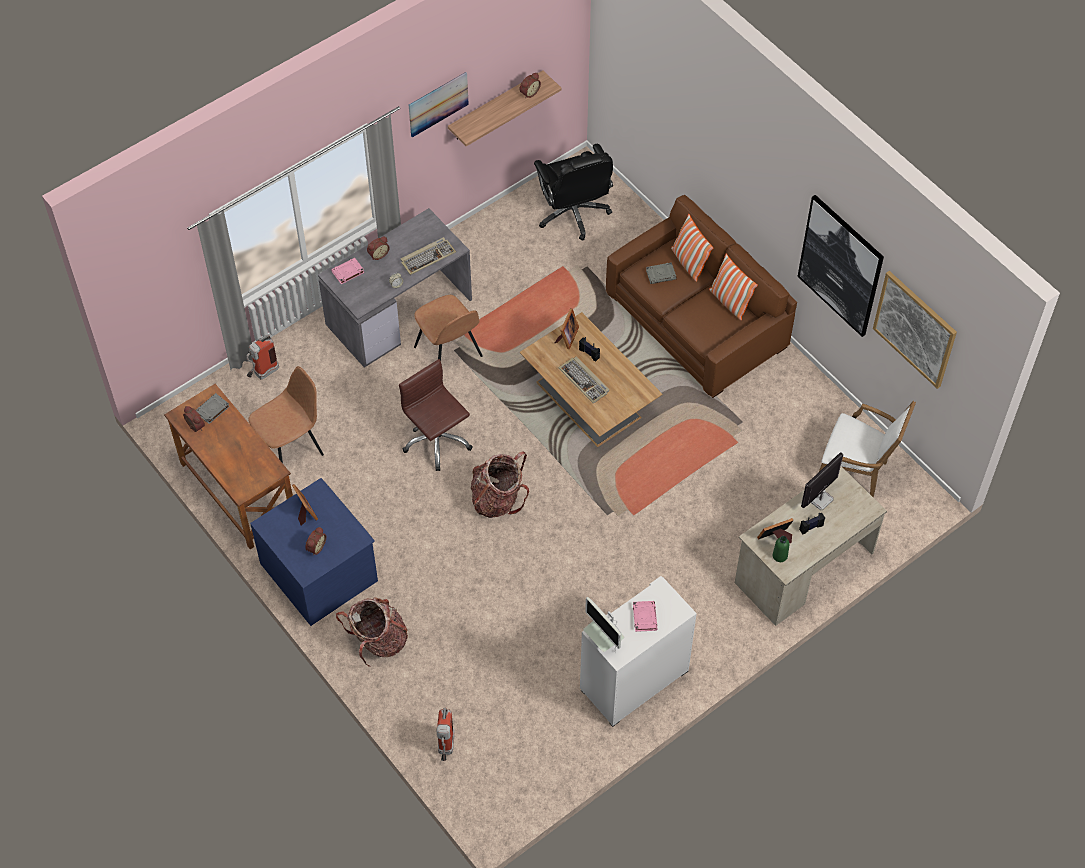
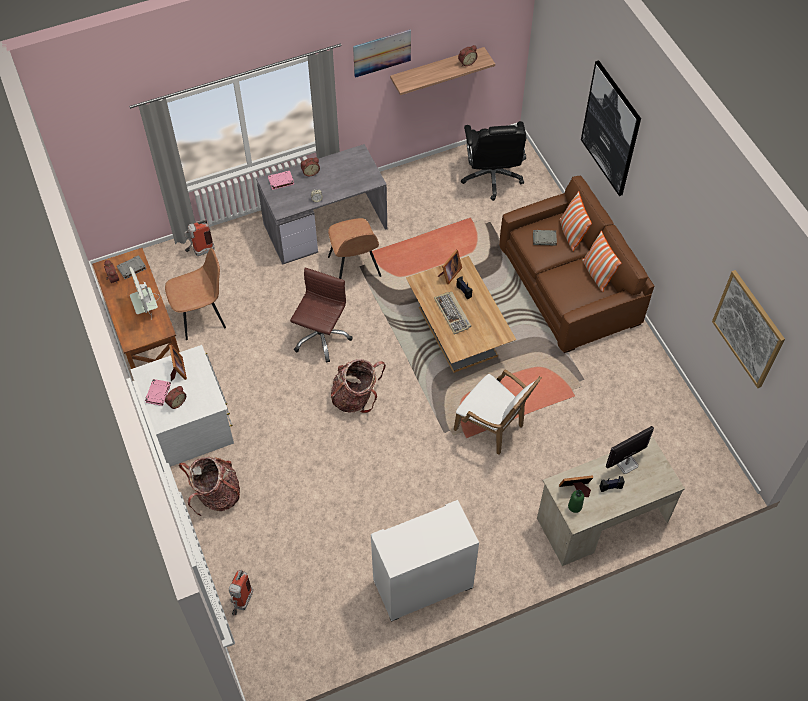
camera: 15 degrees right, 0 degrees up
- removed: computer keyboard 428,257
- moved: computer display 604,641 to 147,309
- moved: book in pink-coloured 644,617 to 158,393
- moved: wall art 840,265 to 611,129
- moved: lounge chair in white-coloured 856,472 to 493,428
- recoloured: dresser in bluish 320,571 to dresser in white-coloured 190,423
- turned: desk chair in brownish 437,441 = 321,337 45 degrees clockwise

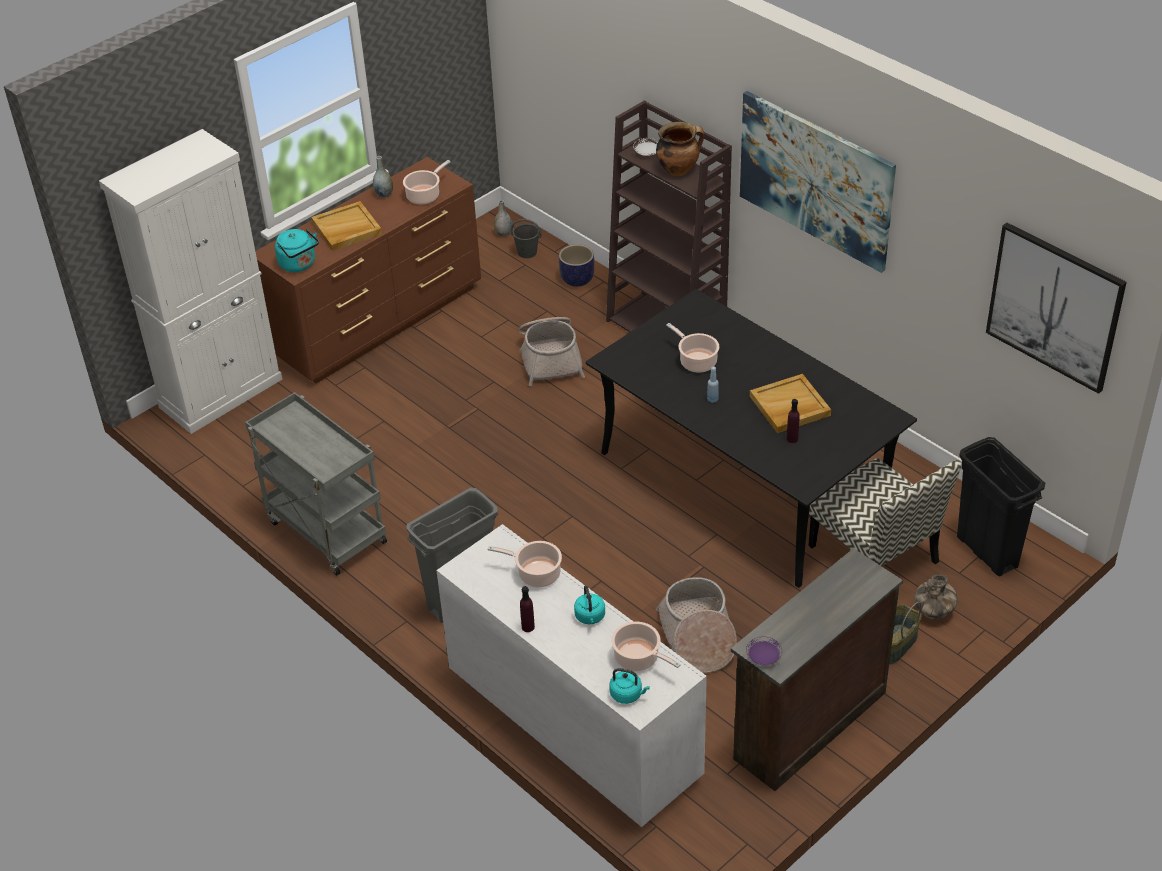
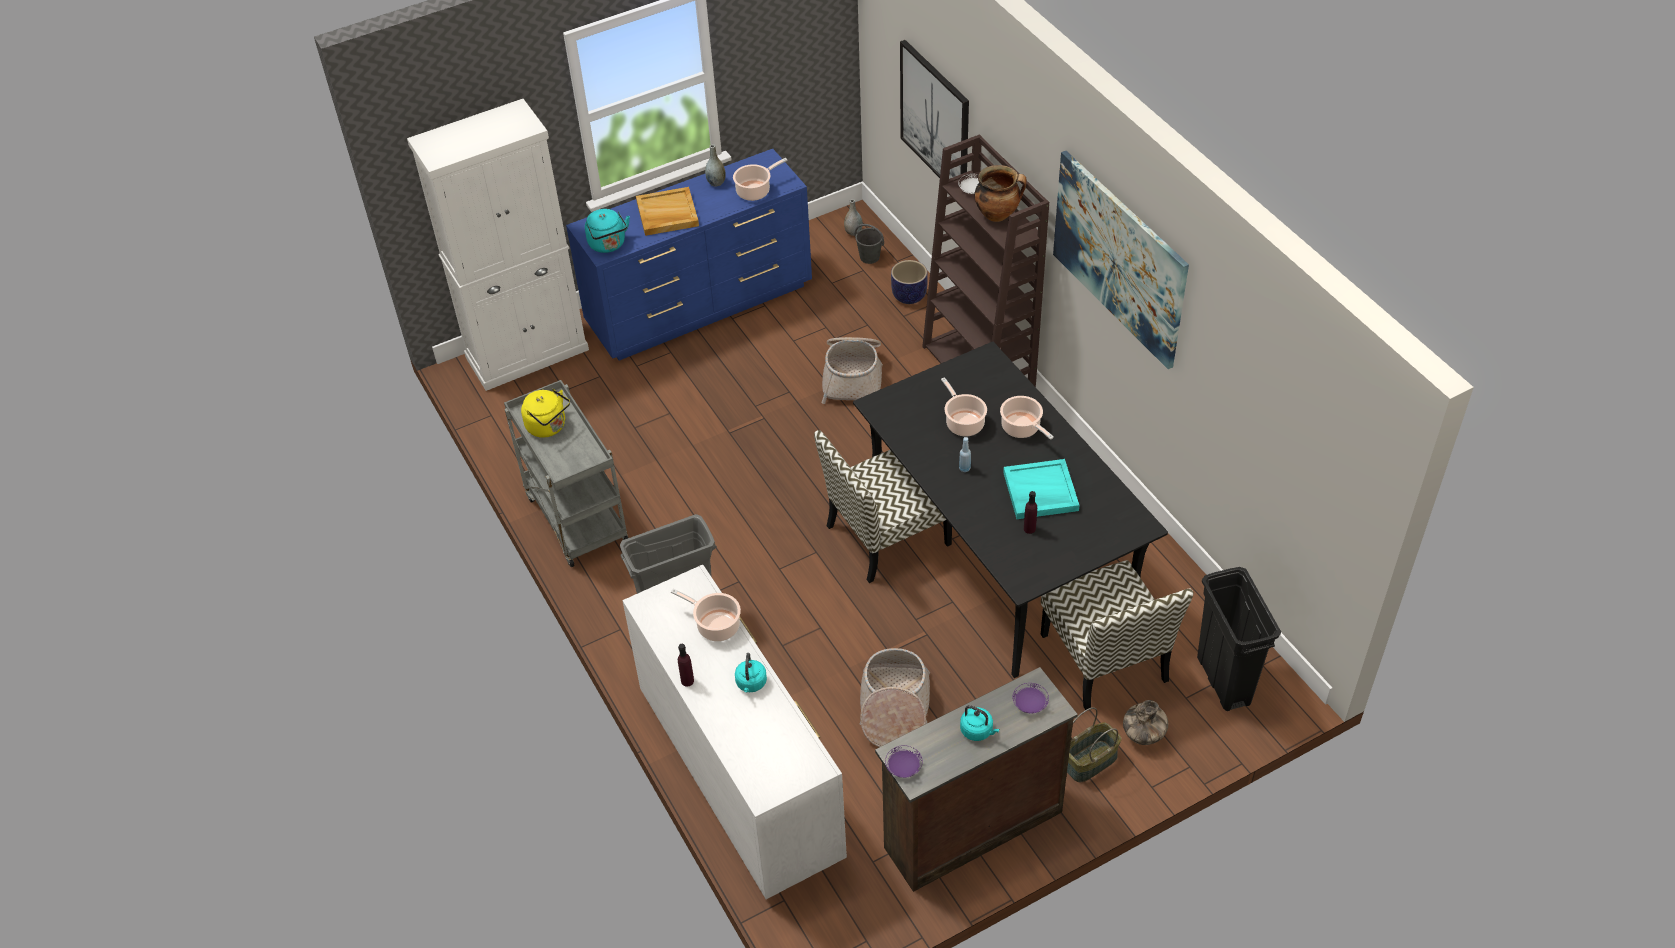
camera: 15 degrees right, 5 degrees up
- added: tea kettle in yellow-coloured 548,427
- added: upright chair 886,536
- added: plate in purple-coloured 1030,704
- moved: tea kettle in blue-green 627,694 to 978,731
- moved: stockpot 639,658 to 1022,428
- moved: wall art 1054,306 to 935,119
- recoloured: dresser in brownish 379,321 to dresser in bluish 701,306
- recoloured: serving tray in sand-coloured 789,406 to serving tray in blue-green 1040,492

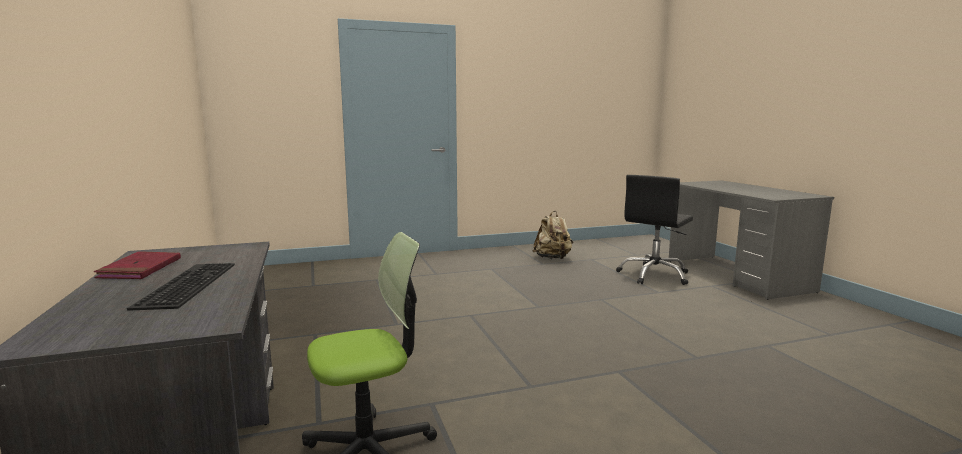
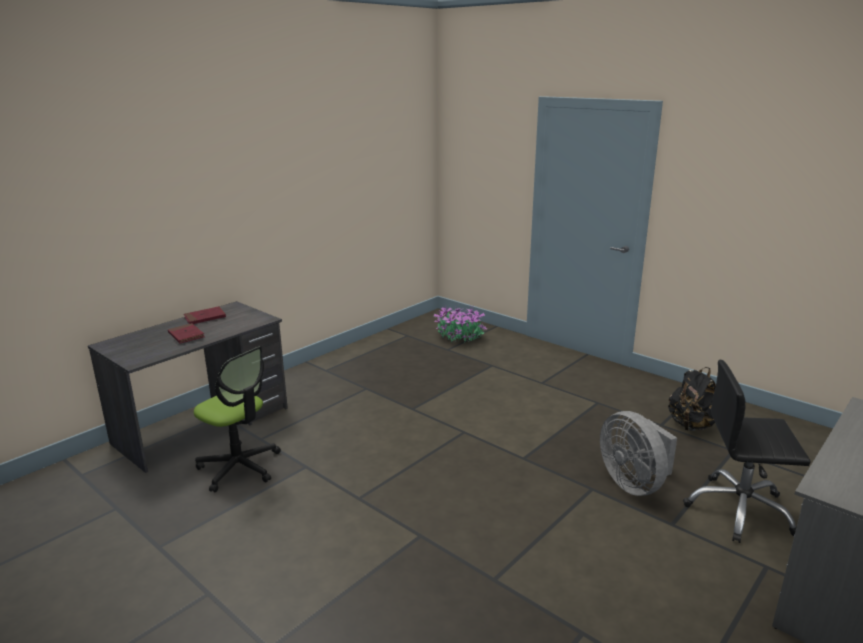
camera: 60 degrees right, 10 degrees up
- added: houseplant 460,338
- added: fan in greyish 634,483
- replaced: computer keyboard 186,284 to book in red-coloured 186,335
- recoloured: rucksack in sand-coloured 553,258 to rucksack in blackish 691,425

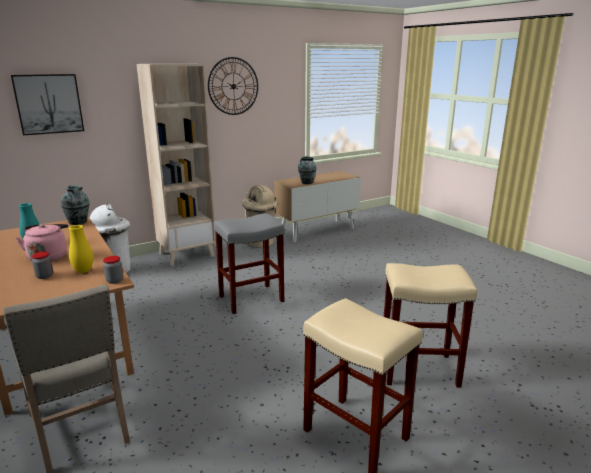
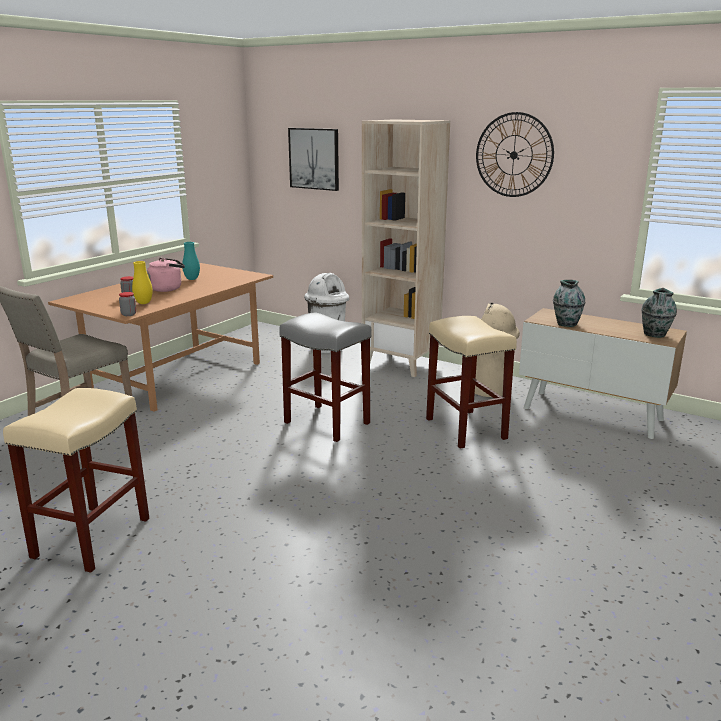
camera: 65 degrees right, 0 degrees up
- moved: decorative vase 78,222 to 654,335
- moved: sitting stool in sand-coloured 417,369 to 464,428

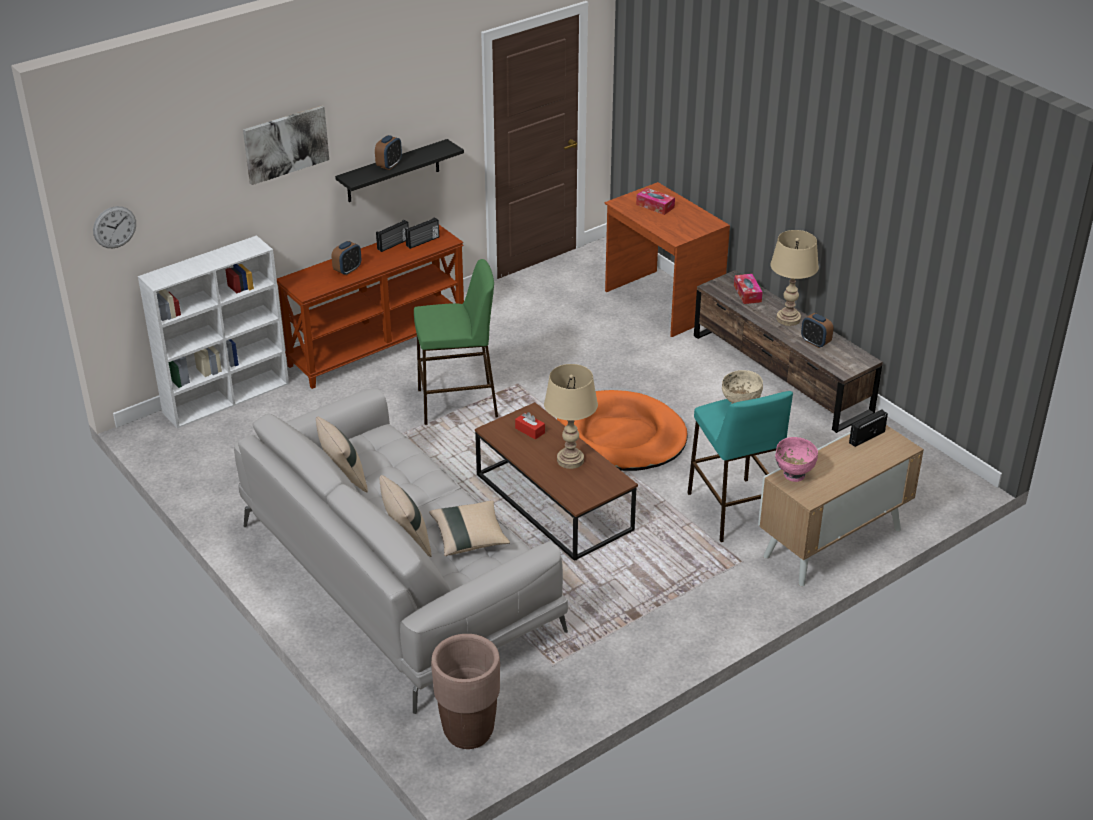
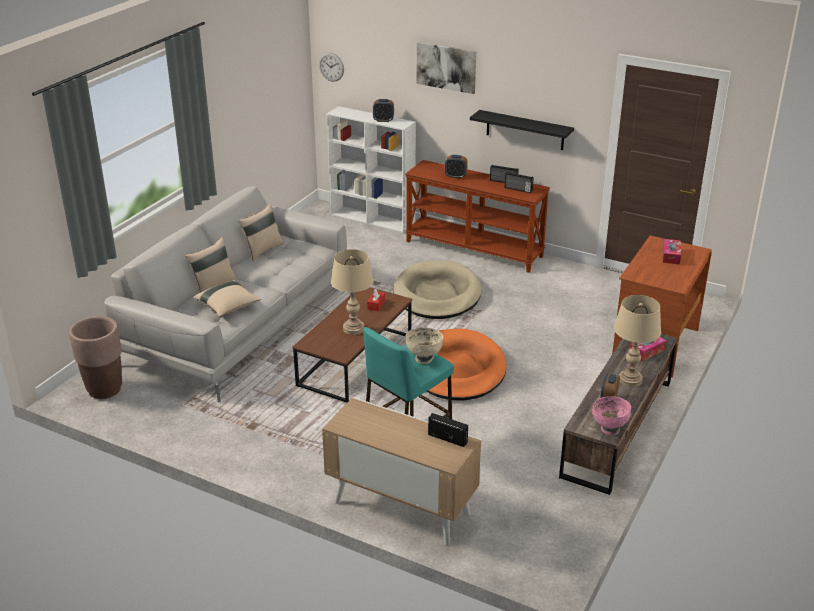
camera: 65 degrees right, 5 degrees down
- moved: bedside clock 389,165 to 383,120
- moved: deep dish in pink-coloured 793,475 to 609,429
- replaced: sitting stool in green-coloured 458,403 to dog bed in sand-coloured 437,295

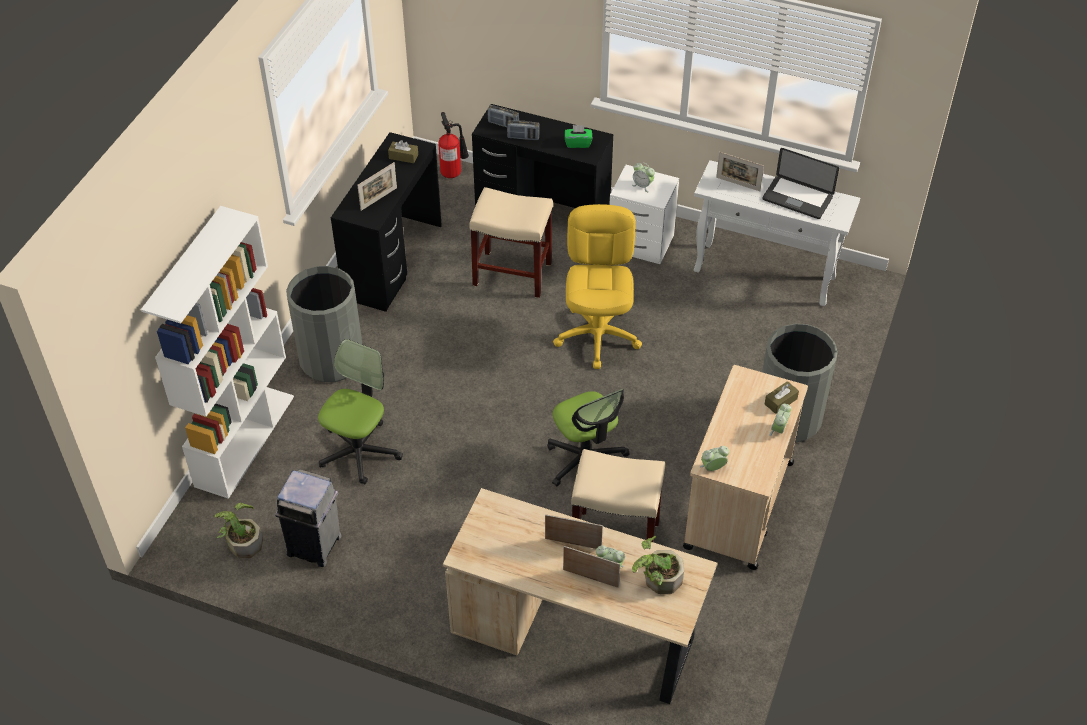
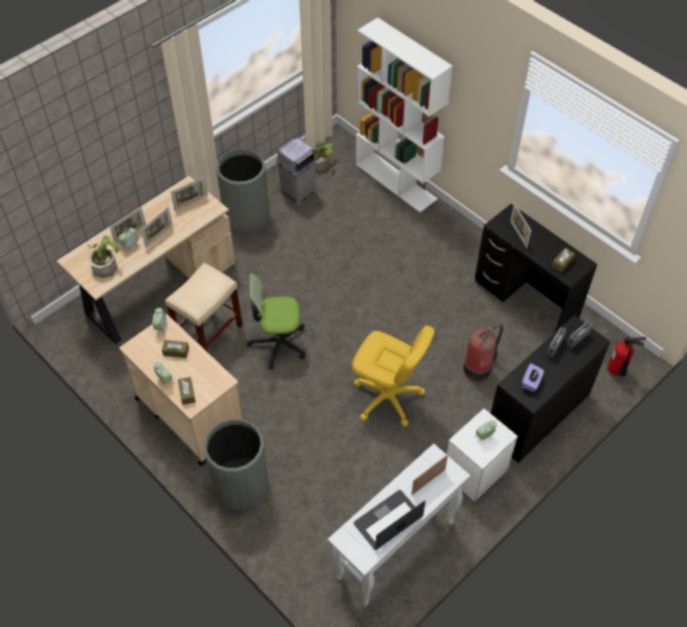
camera: 115 degrees right, 5 degrees up
- removed: desk chair 359,451
- added: box of tissues in brownish 176,351
- added: standing frame 191,202
- moved: trash can in greyish 331,359 to 247,217
- replaced: sitting stool in sand-coloured 511,274 to fire extinguisher 479,368
- recoloured: box of tissues in green-coloured 578,143 to box of tissues in purple-coloured 531,382

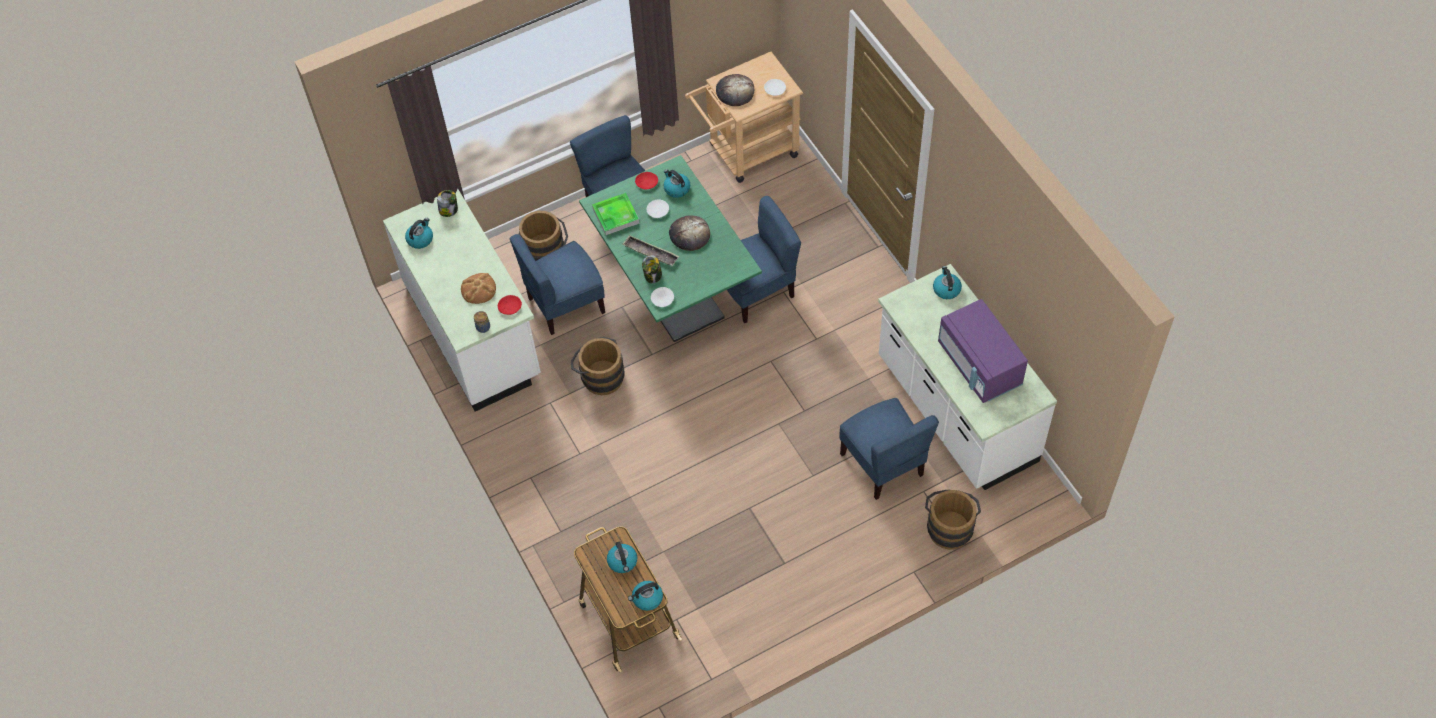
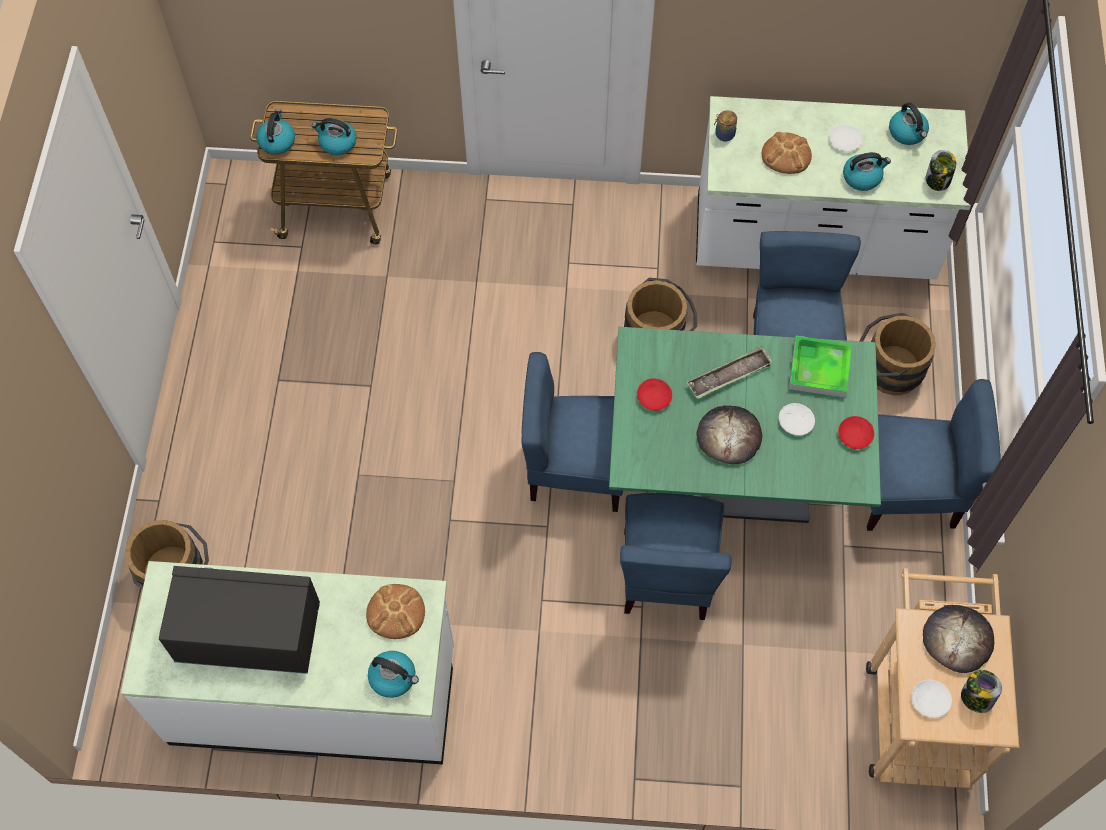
camera: 120 degrees right, 5 degrees up
- added: baked bread 395,612
- moved: plate in red-coloured 509,307 to 654,396
- moved: storage jar 653,276 to 976,697
- moved: plate in white-coloured 662,298 to 845,141
- moved: tea kettle 676,188 to 862,177
- moved: upright chair in bluish 883,464 to 576,469
- recoloured: kitchen microwave in purple-coloured 979,365 to kitchen microwave in blackish 248,633

